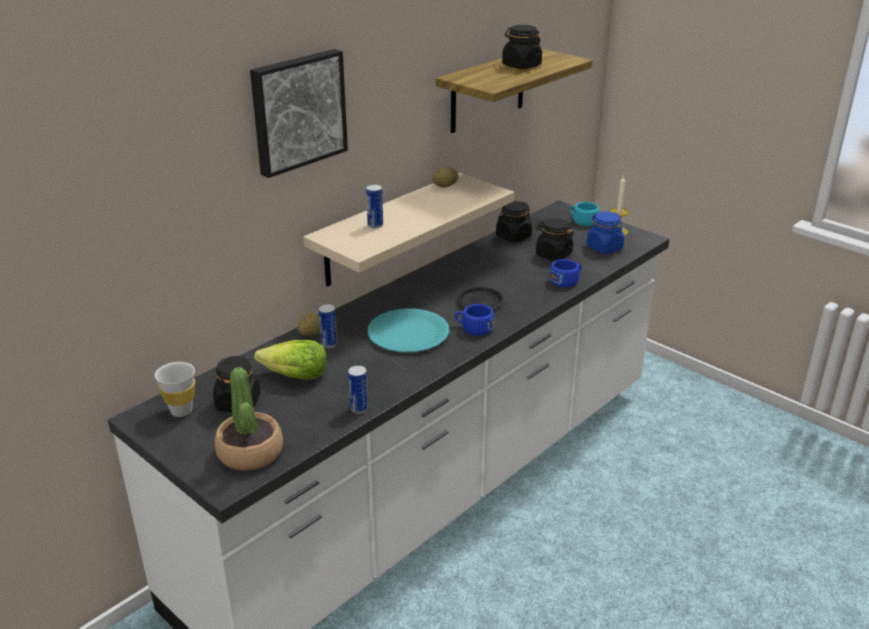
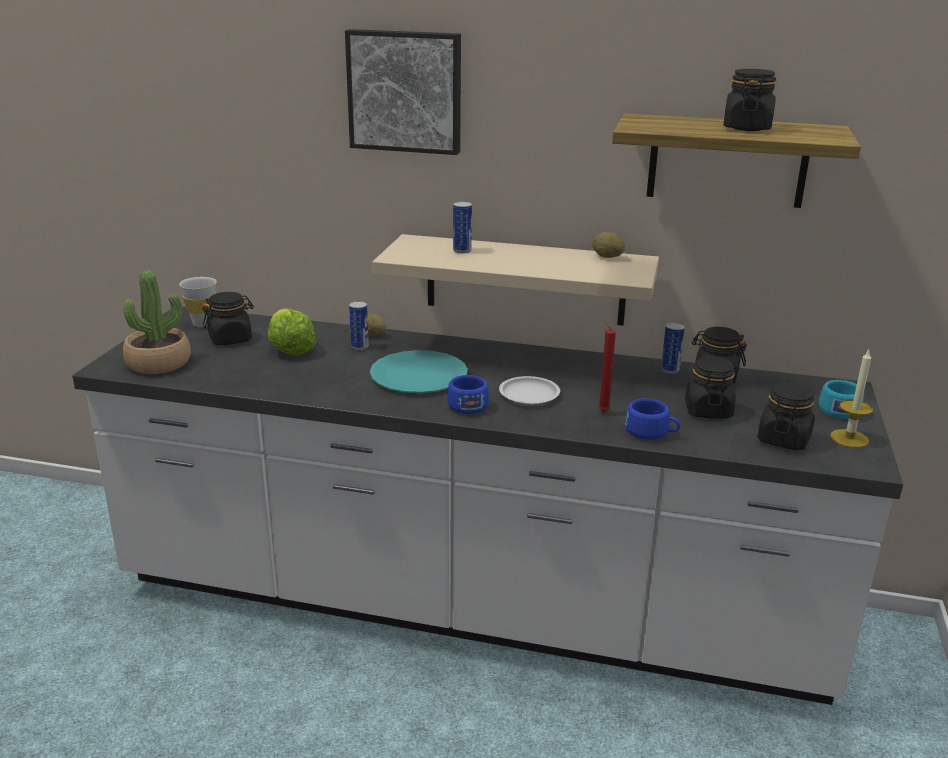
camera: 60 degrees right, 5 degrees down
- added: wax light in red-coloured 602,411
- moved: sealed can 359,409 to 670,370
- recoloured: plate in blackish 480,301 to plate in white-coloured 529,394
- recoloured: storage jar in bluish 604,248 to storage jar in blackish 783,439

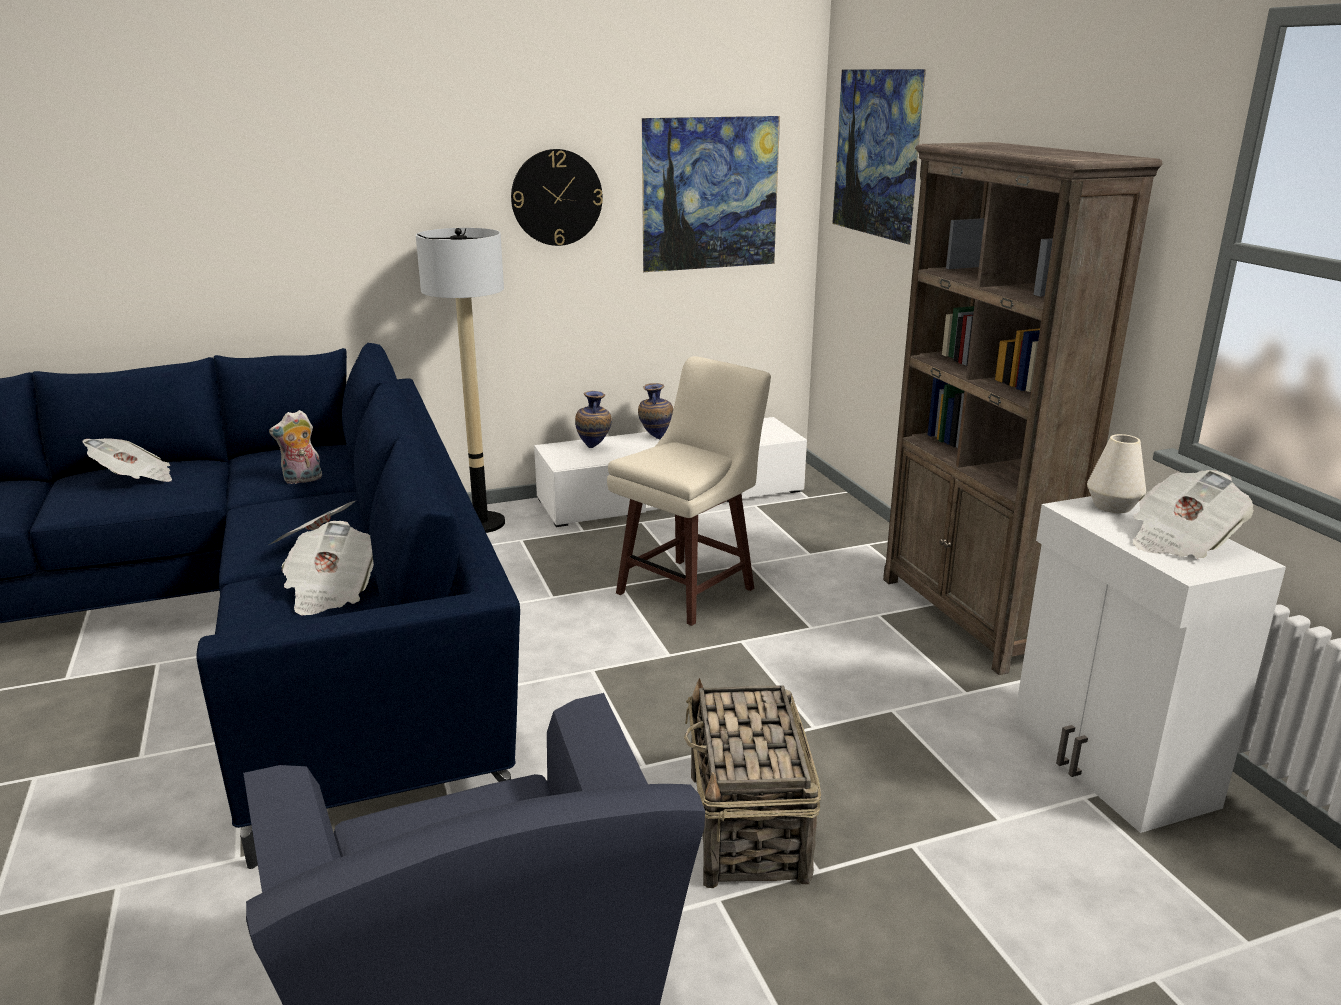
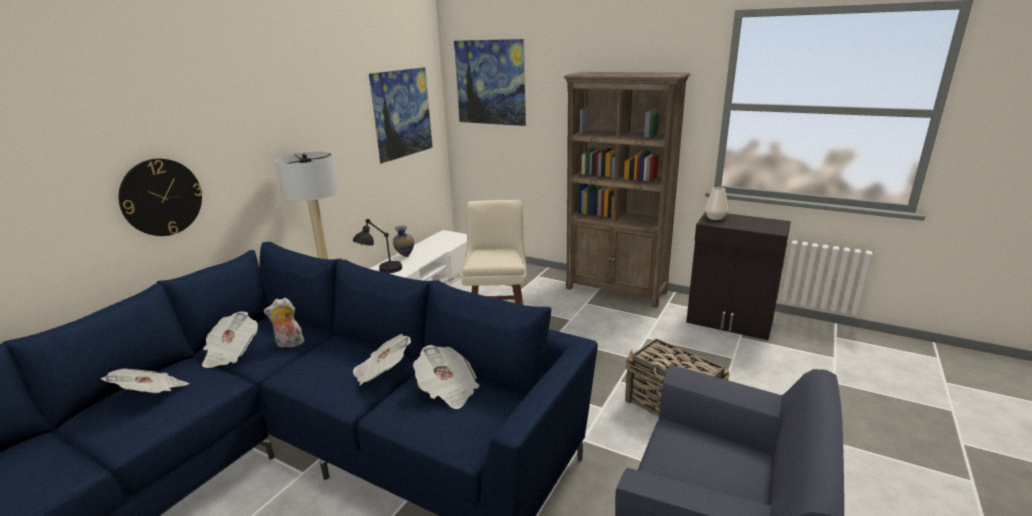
camera: 40 degrees left, 0 degrees up
- moved: wall clock 556,197 to 161,197
- moved: daily paper 1180,541 to 231,353
- replaced: decorative vase 594,447 to lamp for a table in blackish 381,271
- recoloured: storage cabinet in white-coloured 1110,764 to storage cabinet in blackish 729,322
- turned: cuddly toy 302,480 = 289,344 60 degrees clockwise

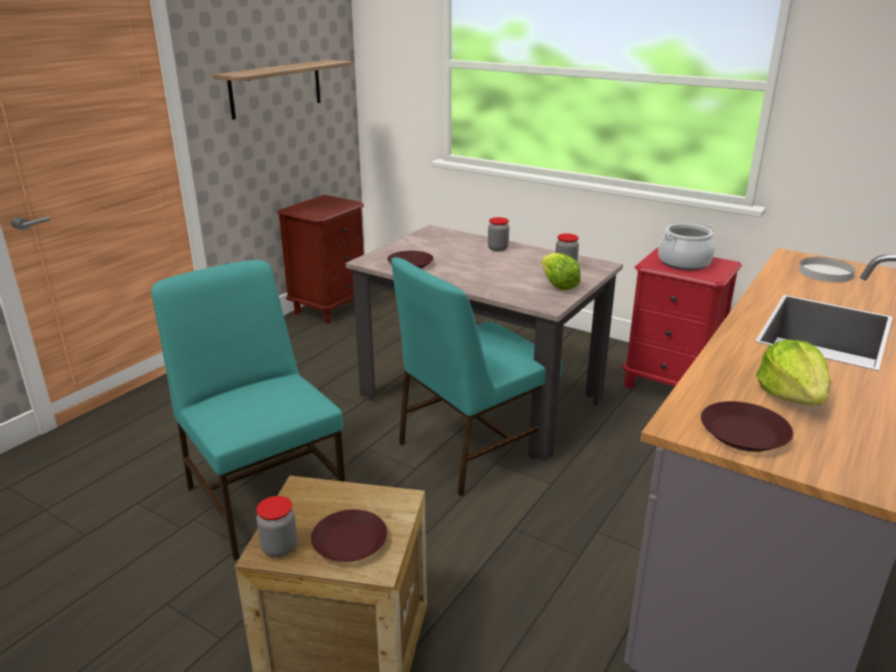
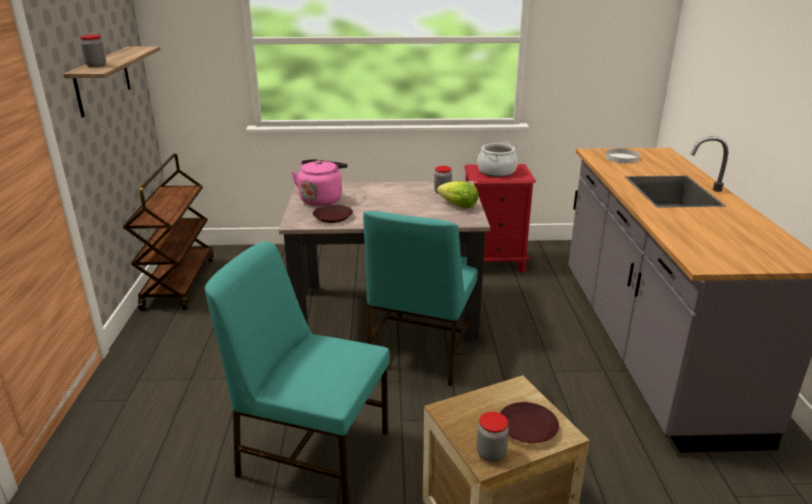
camera: 35 degrees left, 0 degrees up
- removed: plate in brownish 744,433
- removed: head of lettuce 792,396
- added: tea kettle in pink-coloured 322,199
- moved: storage jar 498,248 to 96,66
- replaced: night table in brownish 330,308 to trolley in brownish 178,282

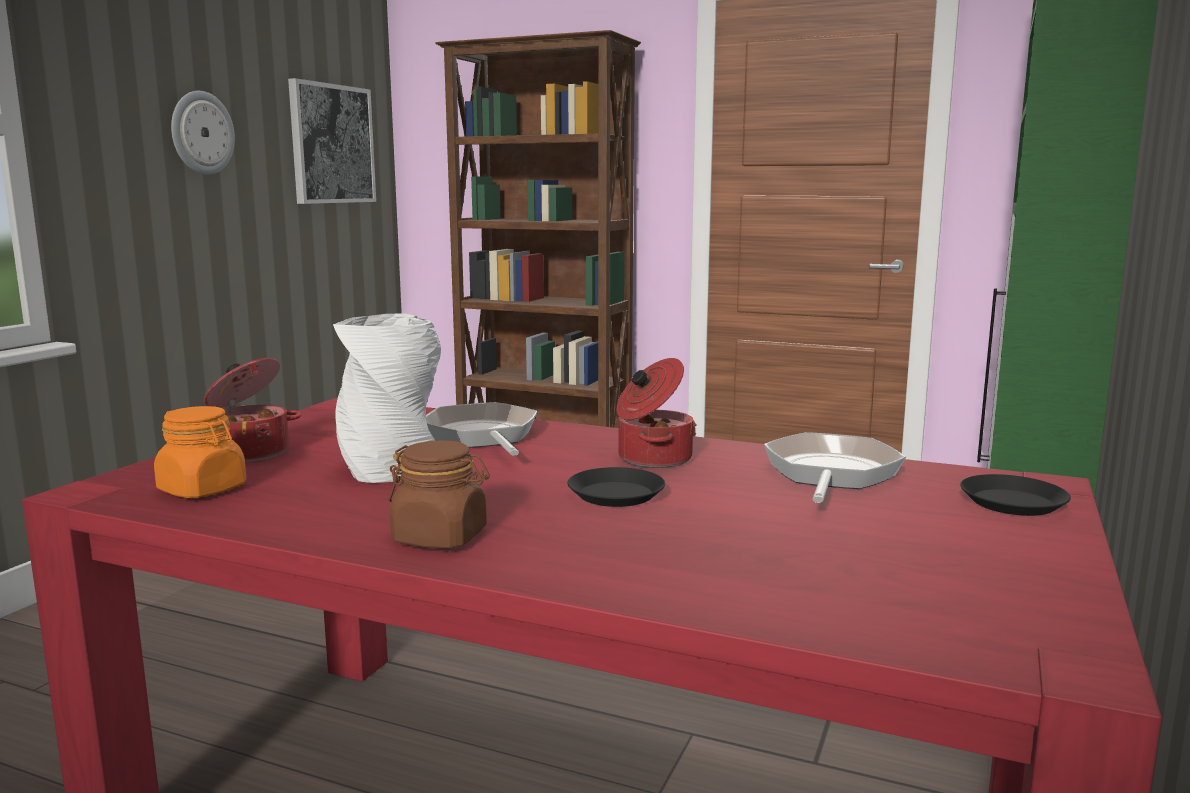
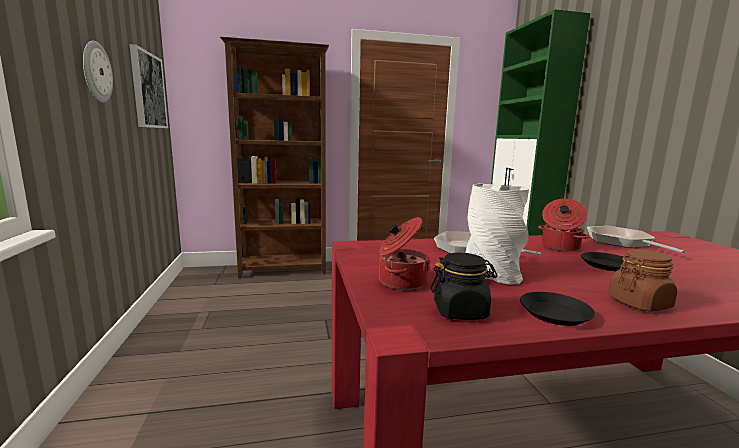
camera: 35 degrees left, 0 degrees up
- moved: plate in blackish 1012,502 to 554,313
- recoloured: storage jar in orange 203,490 to storage jar in blackish 460,311

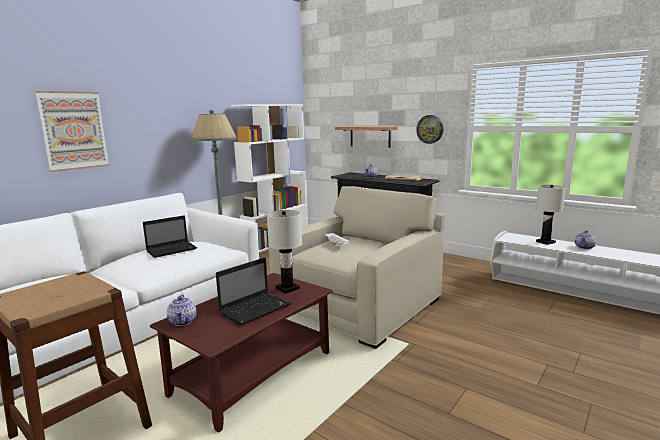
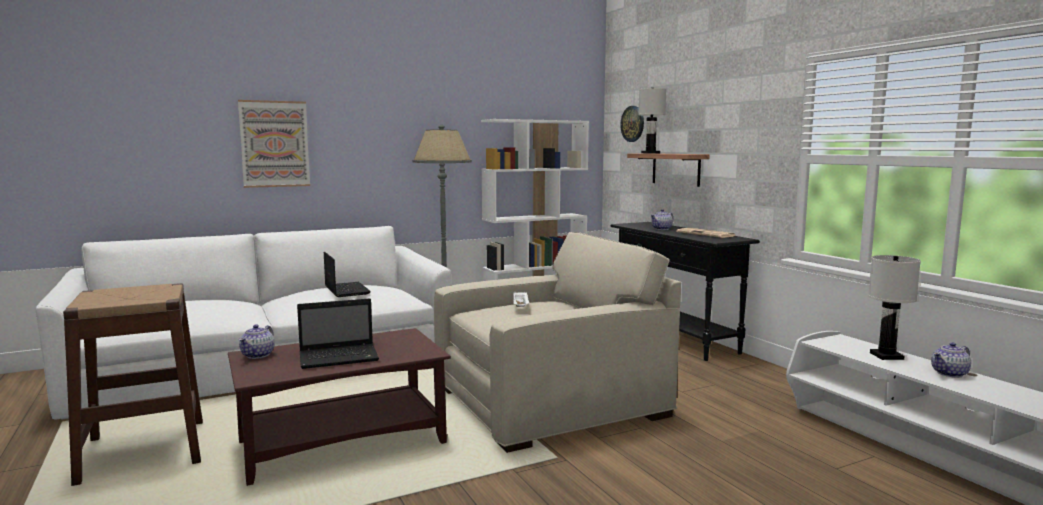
camera: 25 degrees right, 5 degrees down
- moved: lamp for a table in white-coloured 287,288 to 650,153
- moved: wall clock 430,129 to 633,123
- turned: laptop 172,250 = 346,290 105 degrees counterclockwise

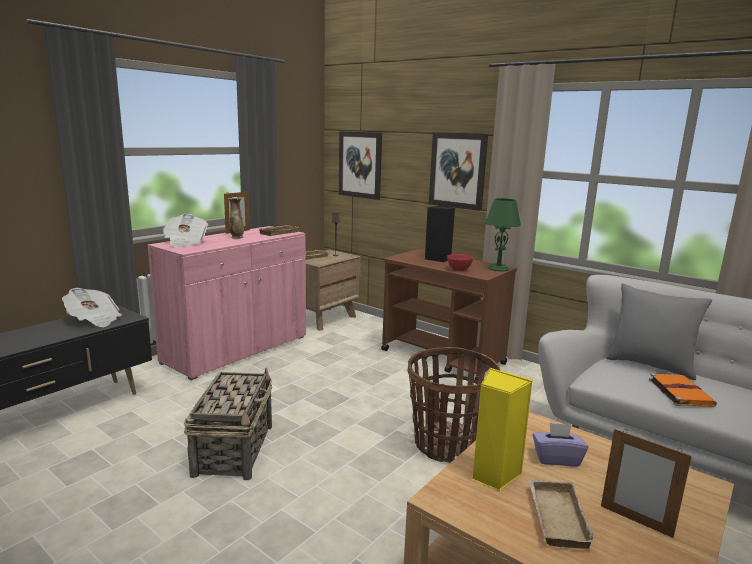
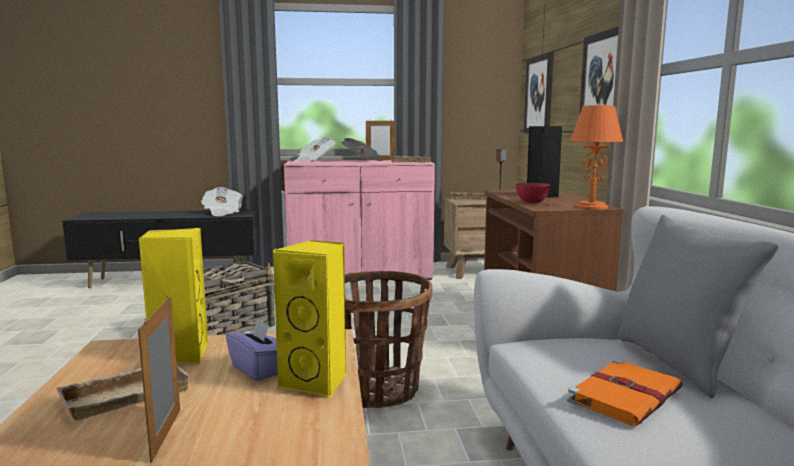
camera: 45 degrees right, 5 degrees down
- added: loudspeaker in yellow-coloured 317,382
- replaced: decorative vase 237,237 to daily paper 363,161
- recoloured: lamp for a table in green-coloured 498,268 to lamp for a table in orange 592,207

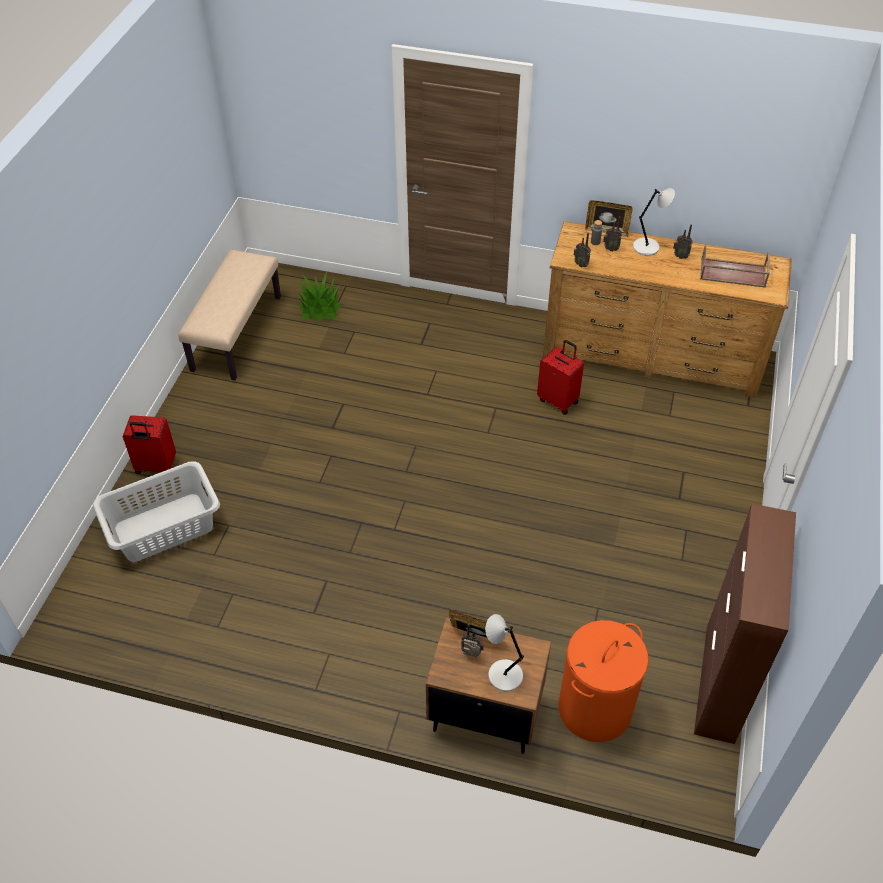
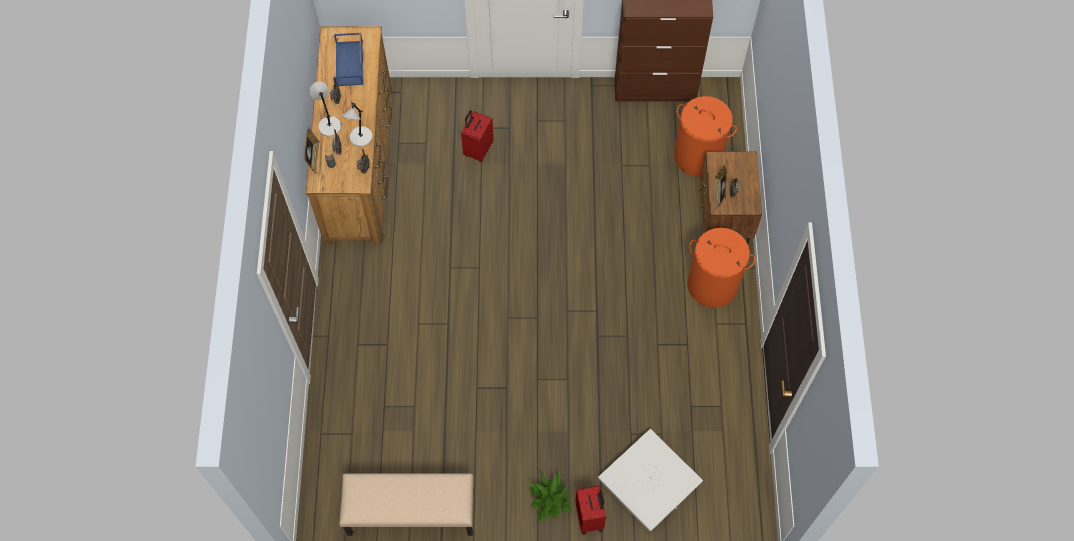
camera: 105 degrees left, 15 degrees up
- added: laundry basket in orange 712,284
- moved: houseplant 319,307 to 549,499
- moved: lamp for a table in greyish 503,674 to 360,138
- moved: travel case in red-coloured 558,400 to 478,149
- replaced: laundry basket in greyish 163,527 to storage container in white-coloured 648,483
- recoloured: serving tray in brownish 732,273 to serving tray in bluish 350,64

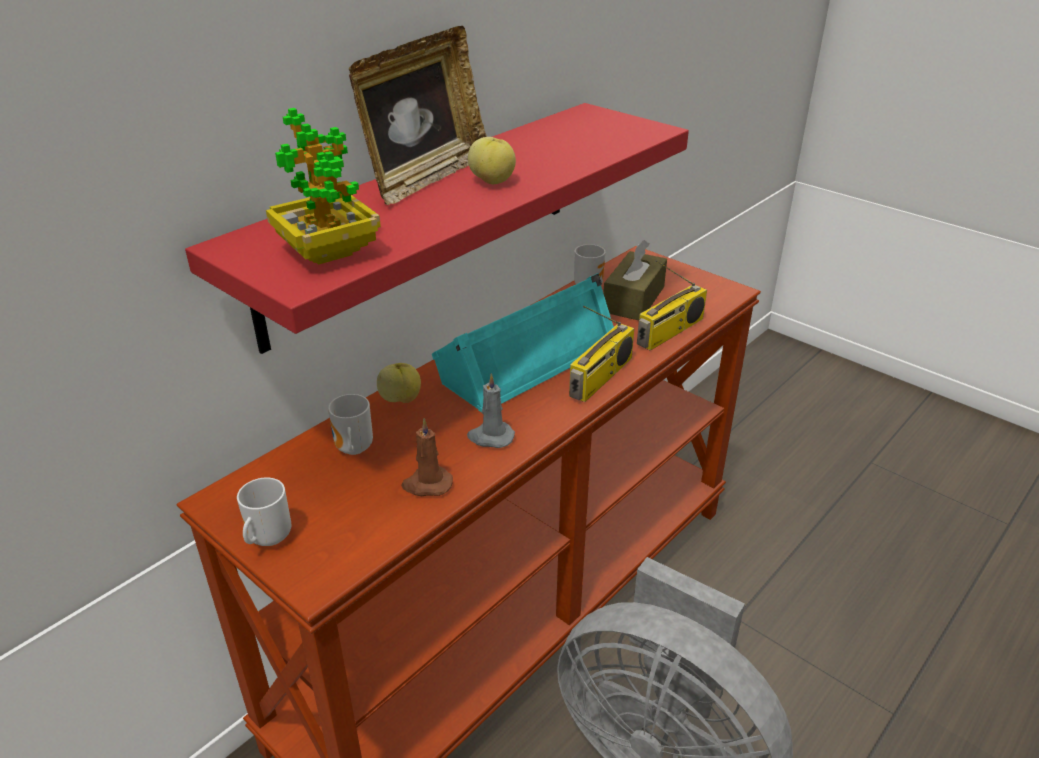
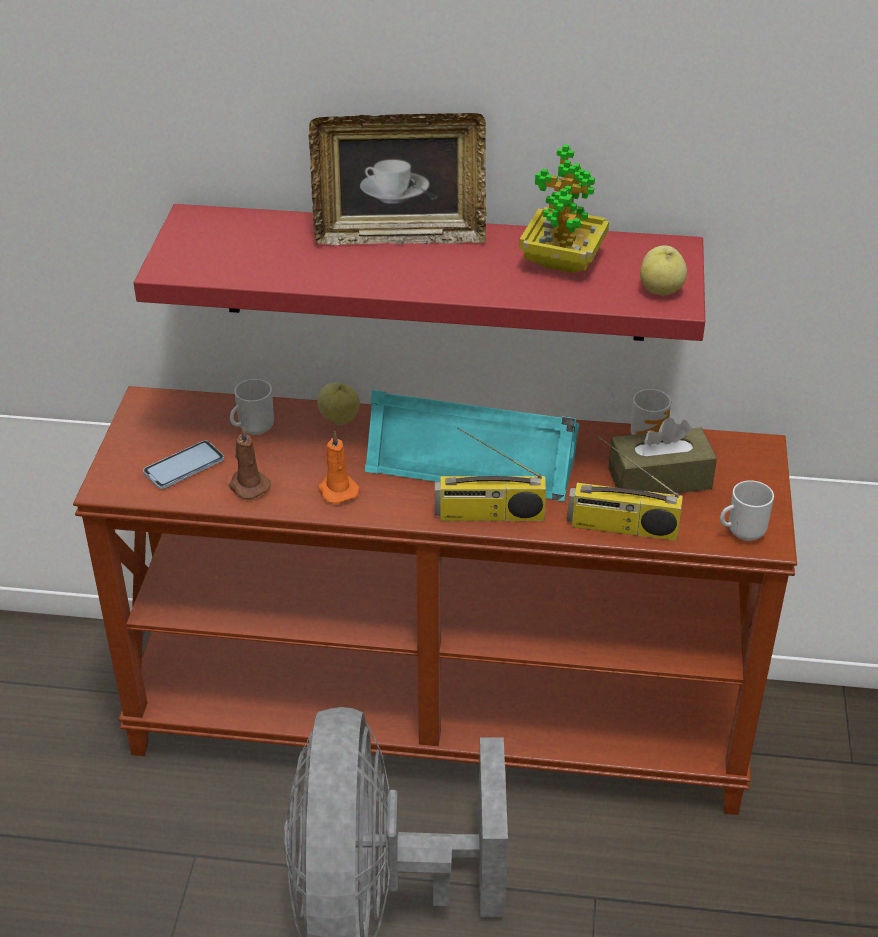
camera: 55 degrees right, 5 degrees up
- added: phone 184,466
- moved: mug 267,539 to 742,533
- moved: houseplant 328,252 to 562,262
- moved: whole apple 492,181 to 661,290
- recoloured: wax light in greyish 490,437 to wax light in orange 337,490

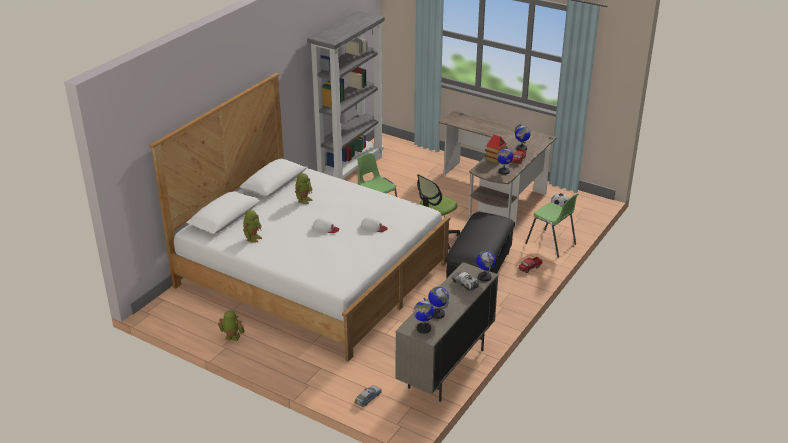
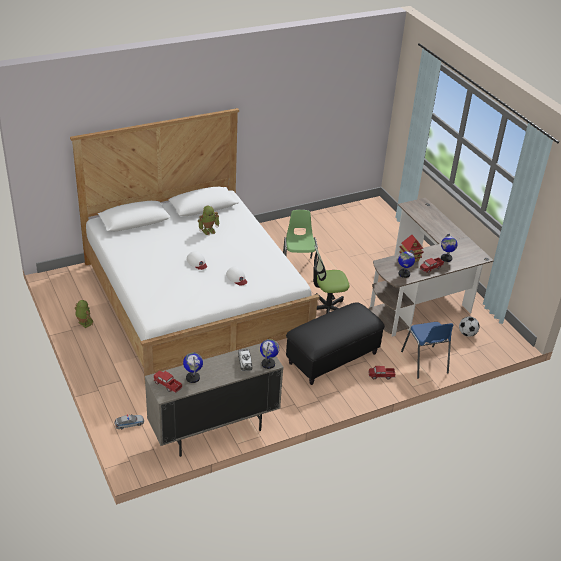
camera: 30 degrees right, 5 degrees up
- removed: toy robot 252,238
- removed: bookshelf in greyish 350,169
- replaced: globe 423,328 to toy lorry 167,385
- recoloured: upright chair in green-coloured 551,244 to upright chair in bluish 425,362

